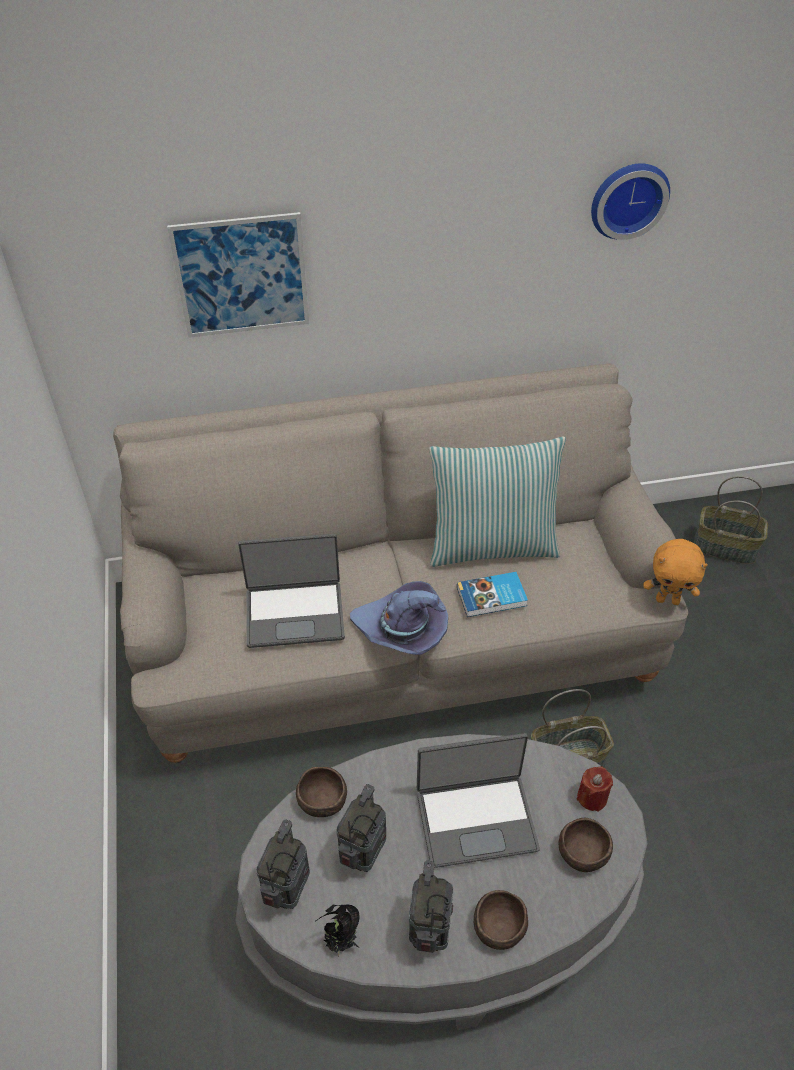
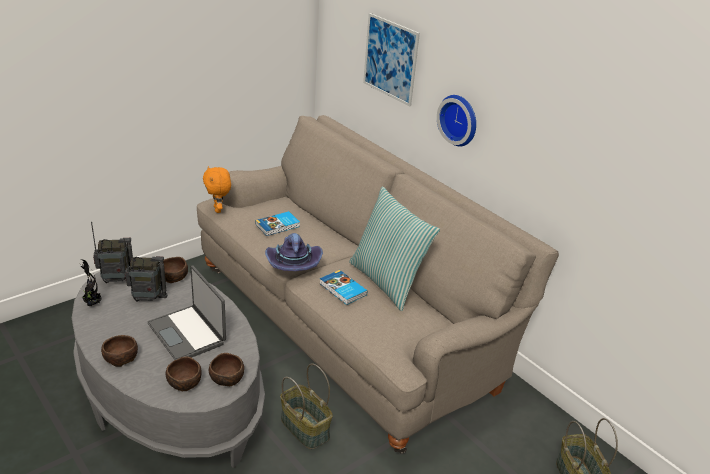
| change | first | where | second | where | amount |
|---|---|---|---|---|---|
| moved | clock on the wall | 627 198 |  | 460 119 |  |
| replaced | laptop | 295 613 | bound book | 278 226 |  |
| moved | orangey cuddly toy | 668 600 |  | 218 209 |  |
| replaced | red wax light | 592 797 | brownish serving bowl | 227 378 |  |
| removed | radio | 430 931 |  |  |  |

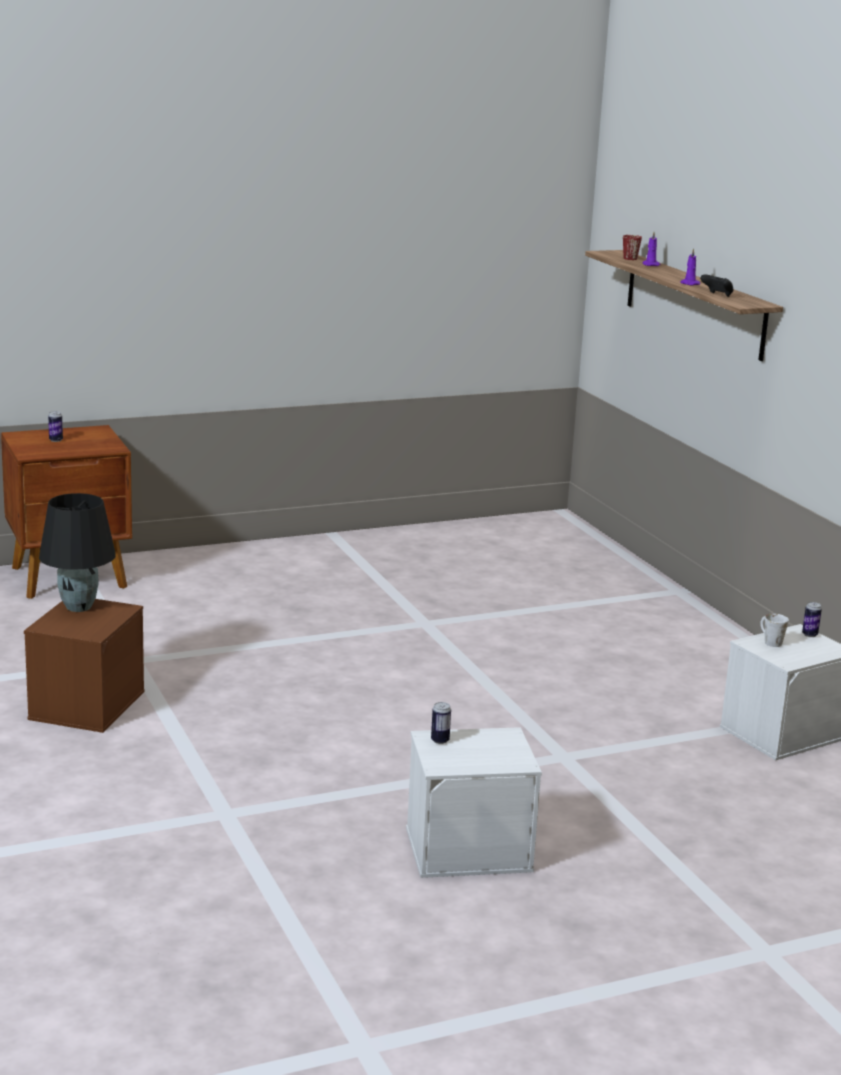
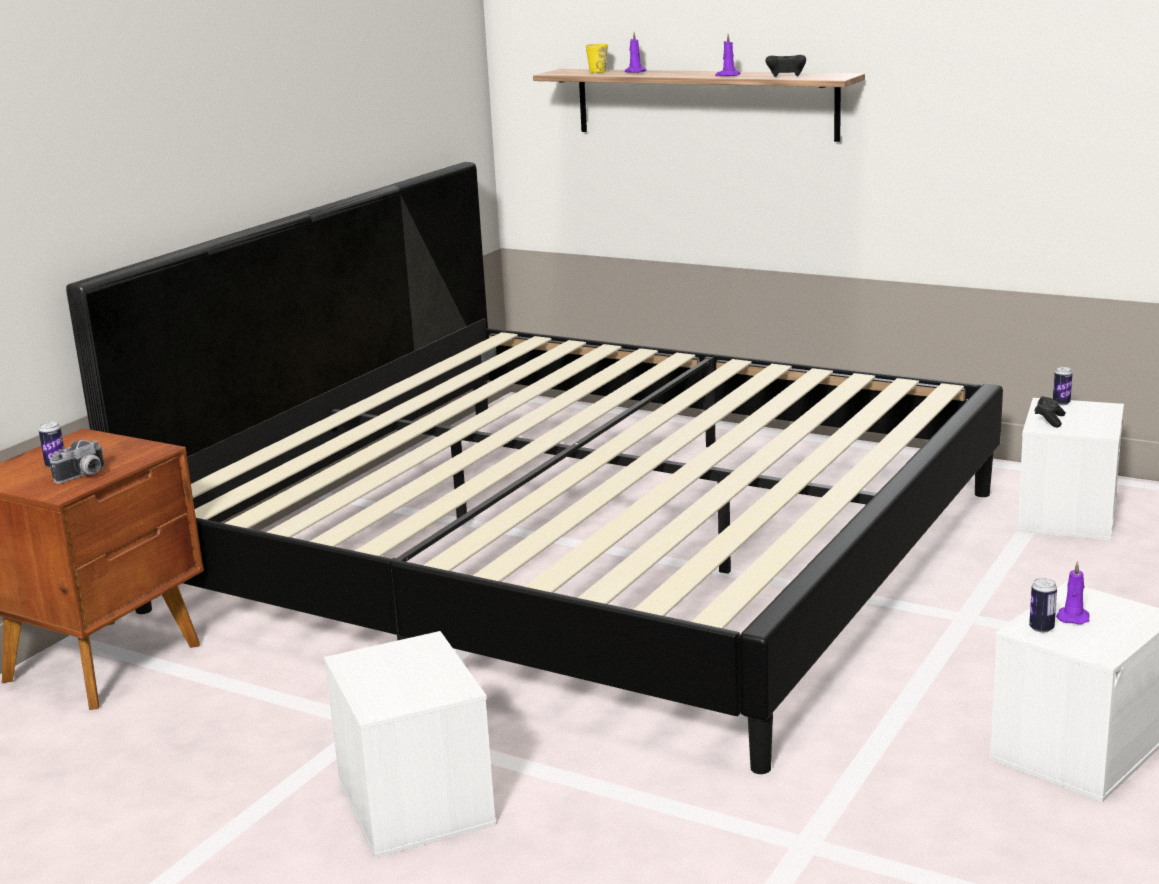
| change | first | where | second | where | amount |
|---|---|---|---|---|---|
| recoloured | red tea mug | 631 258 | yellow tea mug | 595 71 |  |
| removed | black table lamp | 79 607 |  |  |  |
| recoloured | brownish storage box | 86 704 | whitish storage box | 412 801 |  |
| replaced | whitish tea mug | 769 641 | black game controller | 1049 420 |  |
| added |  |  | bedroom bed | 584 548 |  |
| added |  |  | still camera | 84 476 |  |
| added |  |  | purple wax light | 1073 617 |  |

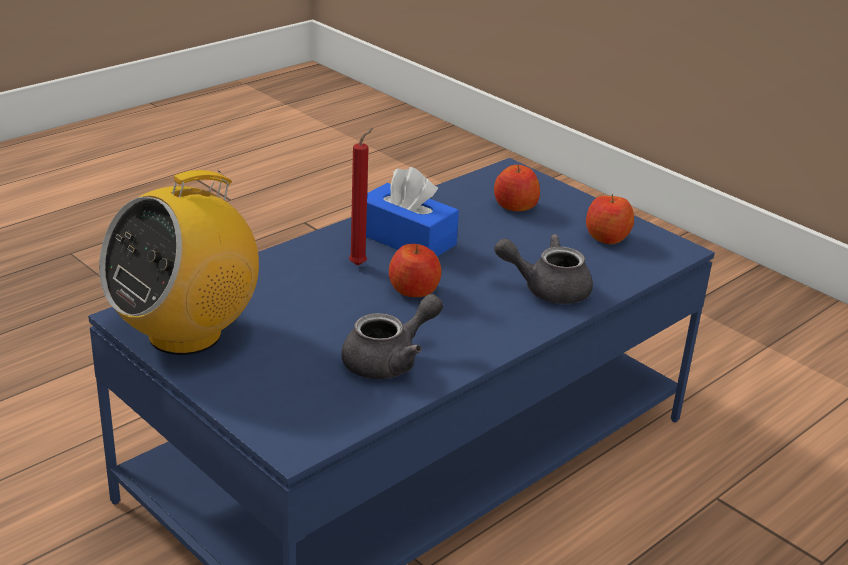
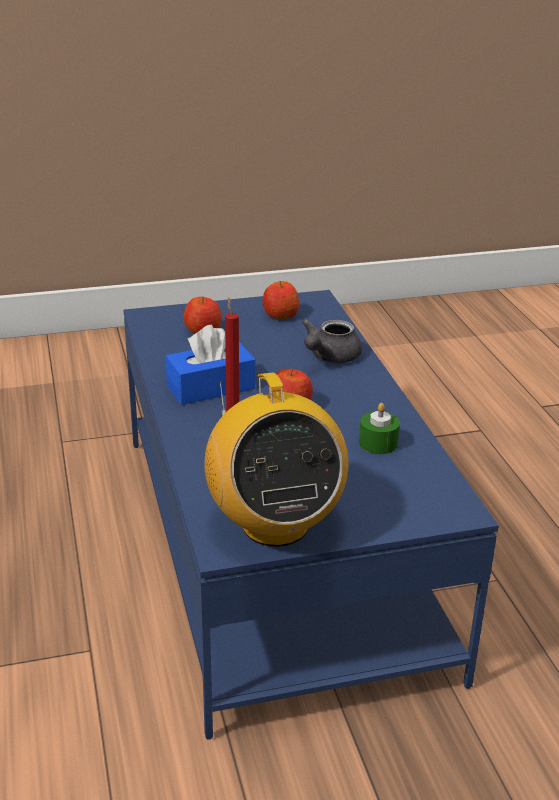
| change | first | where | second | where | amount |
|---|---|---|---|---|---|
| replaced | greyish pot for tea | 390 360 | green-coloured wax light | 378 443 |  |

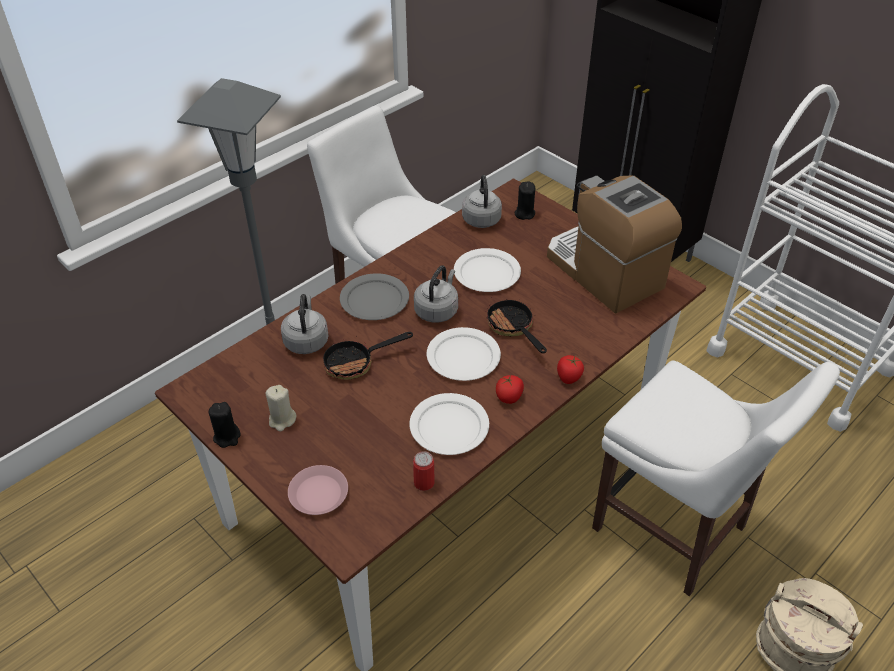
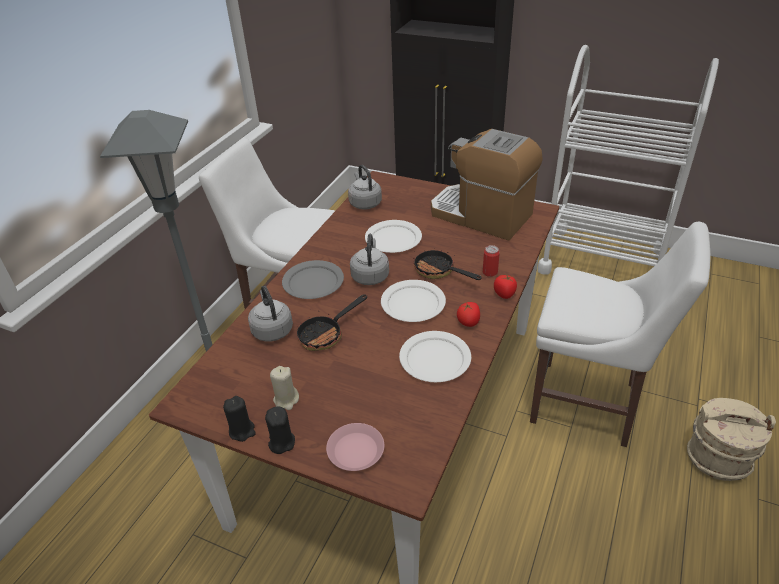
| change | first | where | second | where | amount |
|---|---|---|---|---|---|
| moved | black wax light | 524 213 |  | 281 442 |  |
| moved | sealed can | 424 483 |  | 490 272 |  |

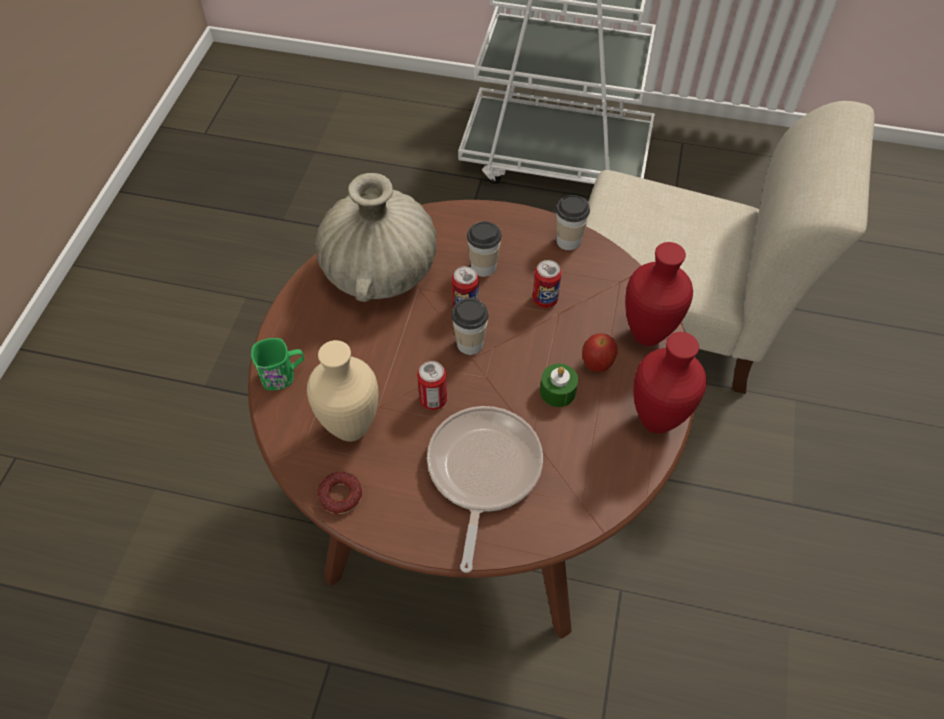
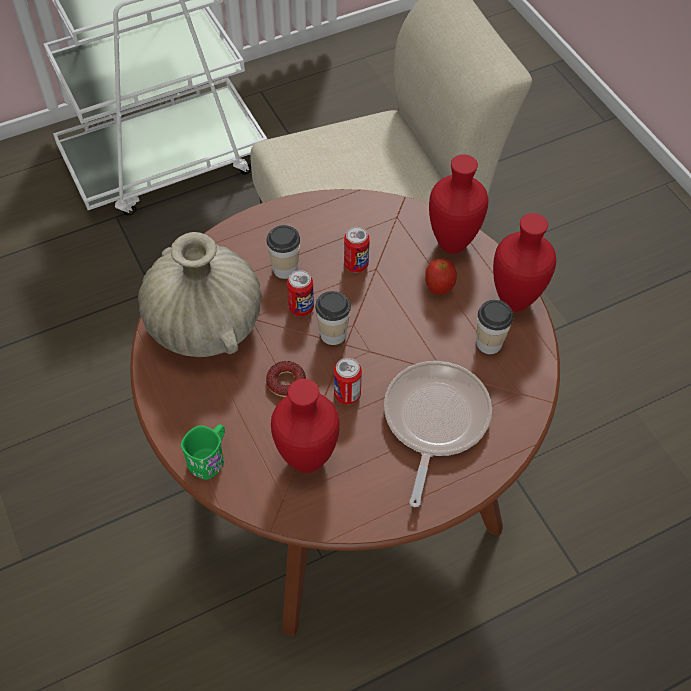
| change | first | where | second | where | amount |
|---|---|---|---|---|---|
| moved | cup | 568 241 |  | 489 343 |  |
| recoloured | sand-coloured decorative vase | 351 426 | red decorative vase | 305 458 |  |
| removed | green-coloured wax light | 557 391 |  |  |  |
| turned | skillet | 482 472 |  | 434 421 | 45 degrees clockwise |
| moved | ring doughnut | 340 495 |  | 286 382 |  |

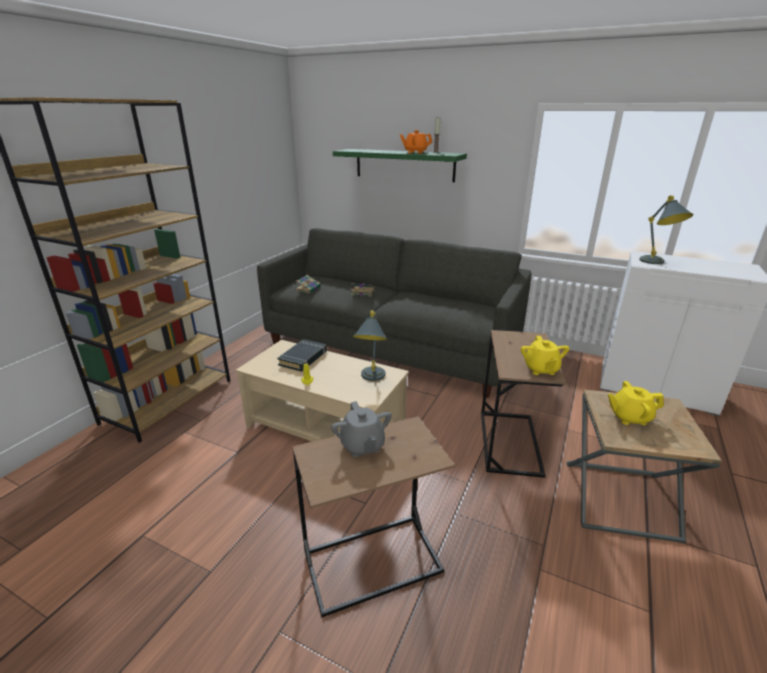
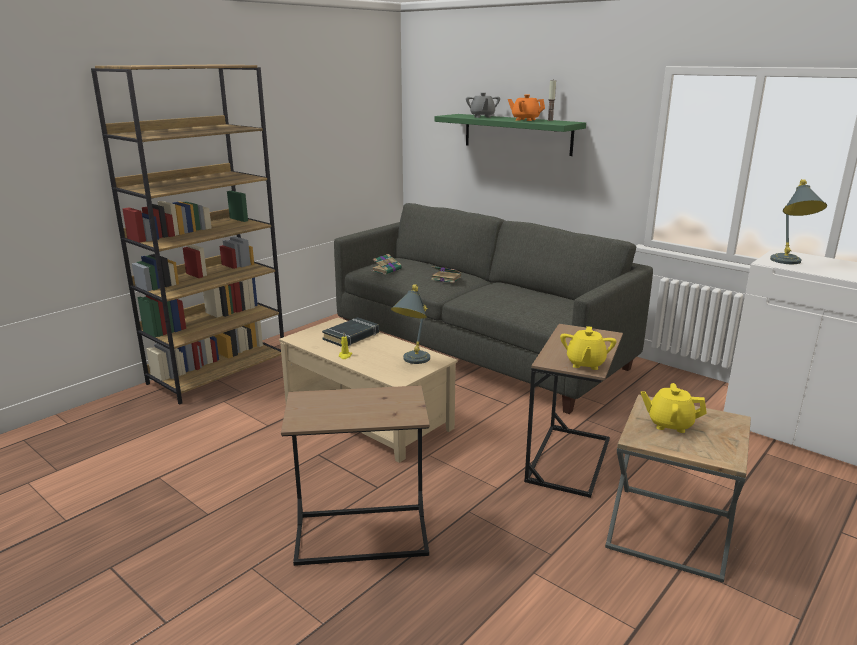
| change | first | where | second | where | amount |
|---|---|---|---|---|---|
| moved | greyish pot for tea | 362 445 |  | 482 117 |  |

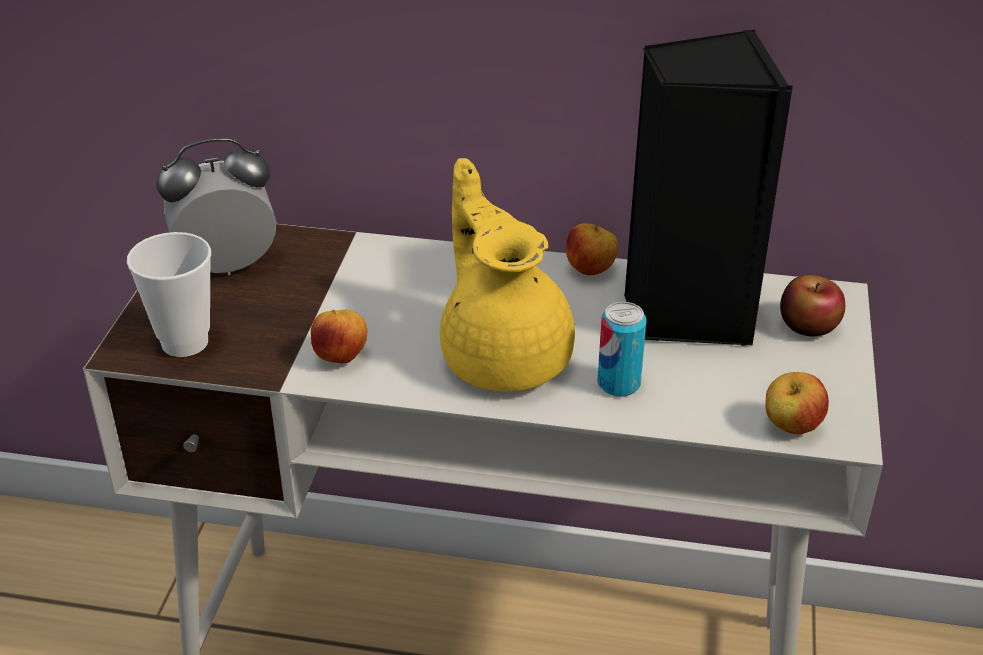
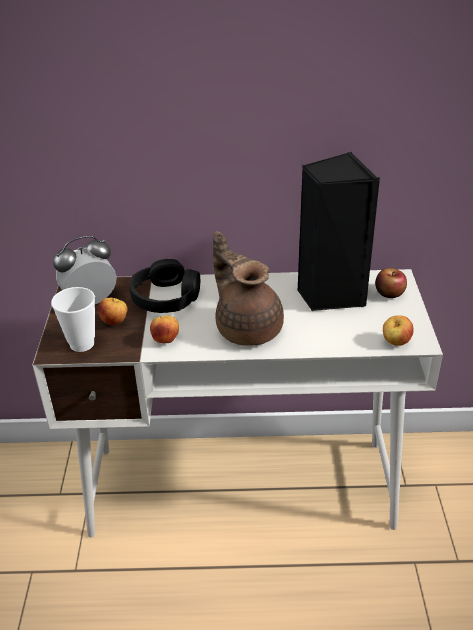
| change | first | where | second | where | amount |
|---|---|---|---|---|---|
| recoloured | yellow pot for tea | 504 355 | brownish pot for tea | 247 327 |  |
| moved | apple fruit | 591 271 |  | 115 322 |  |
| removed | sealed can | 618 384 |  |  |  |
| added |  |  | black pair of headphones | 166 297 |  |

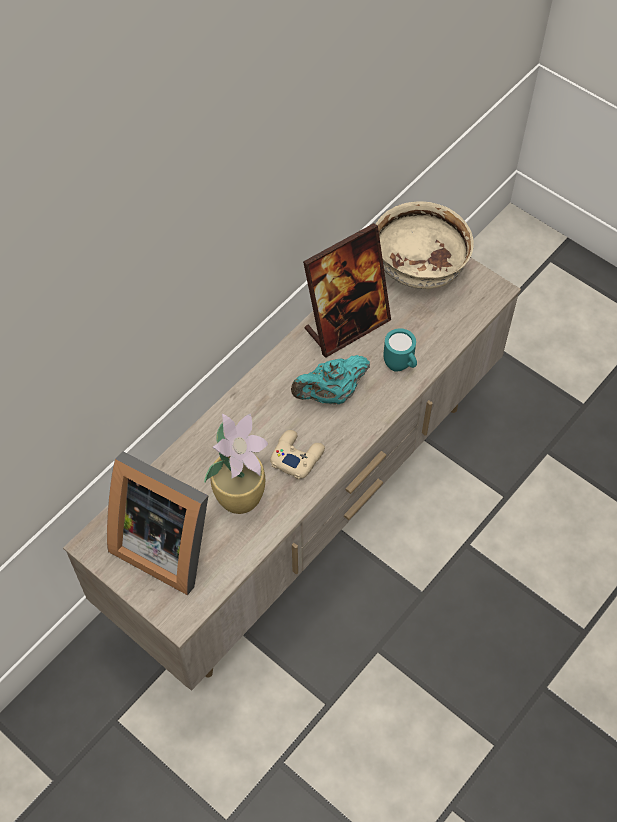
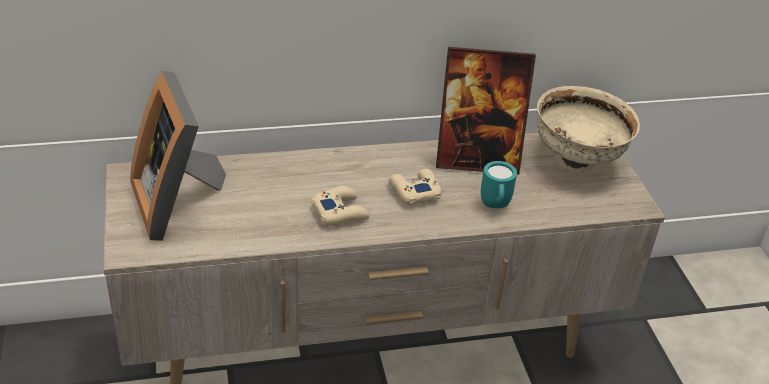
| change | first | where | second | where | amount |
|---|---|---|---|---|---|
| replaced | turquoise pot for tea | 330 394 | sand-coloured game controller | 414 191 |  |
| removed | plant in a pot | 241 494 |  |  |  |

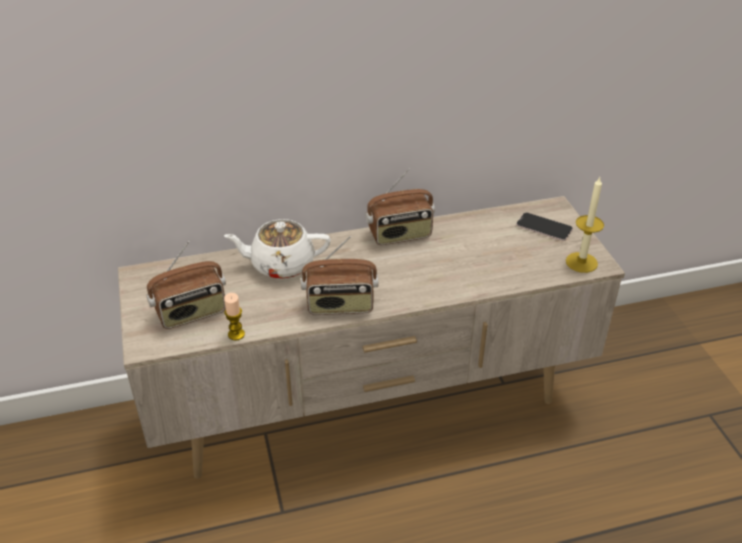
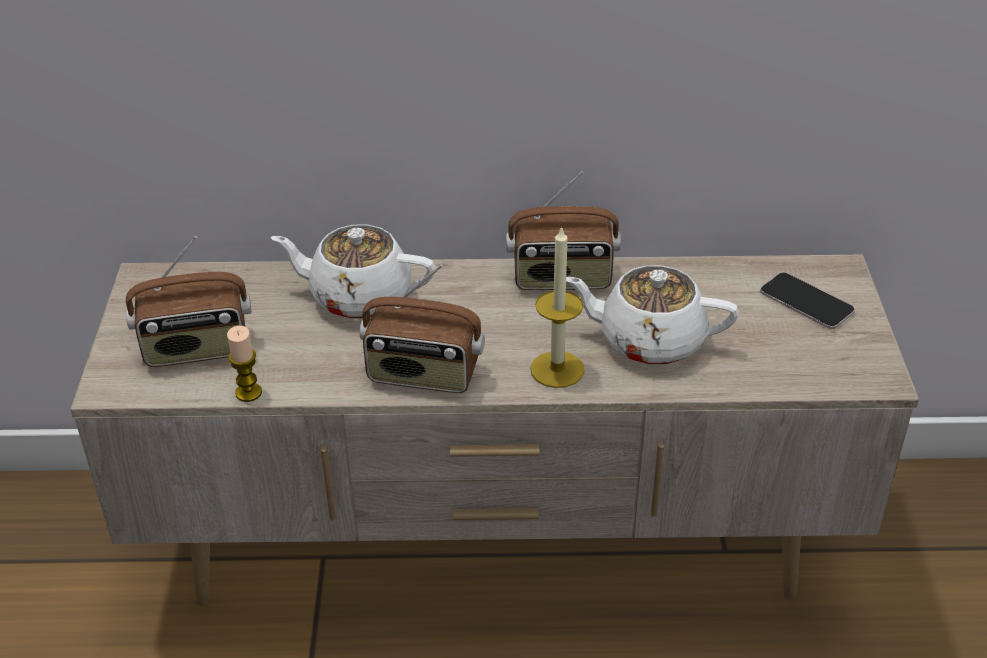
| change | first | where | second | where | amount |
|---|---|---|---|---|---|
| moved | wax light | 581 262 |  | 557 369 |  |
| added |  |  | whitish pot for tea | 649 340 |  |

